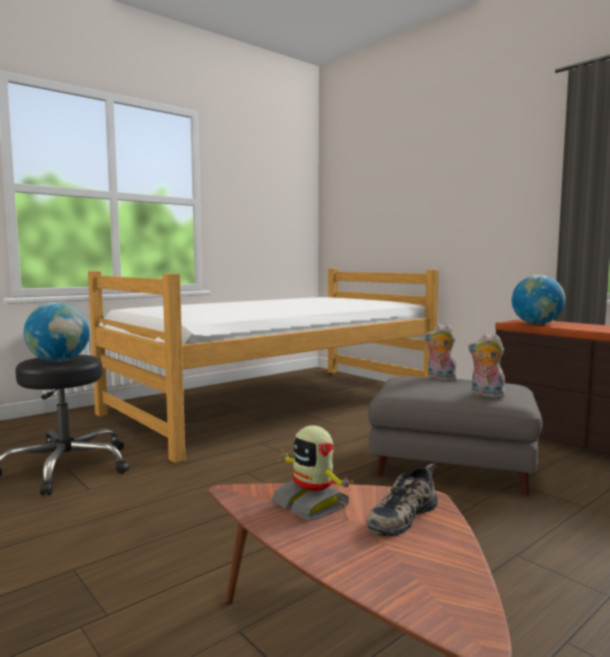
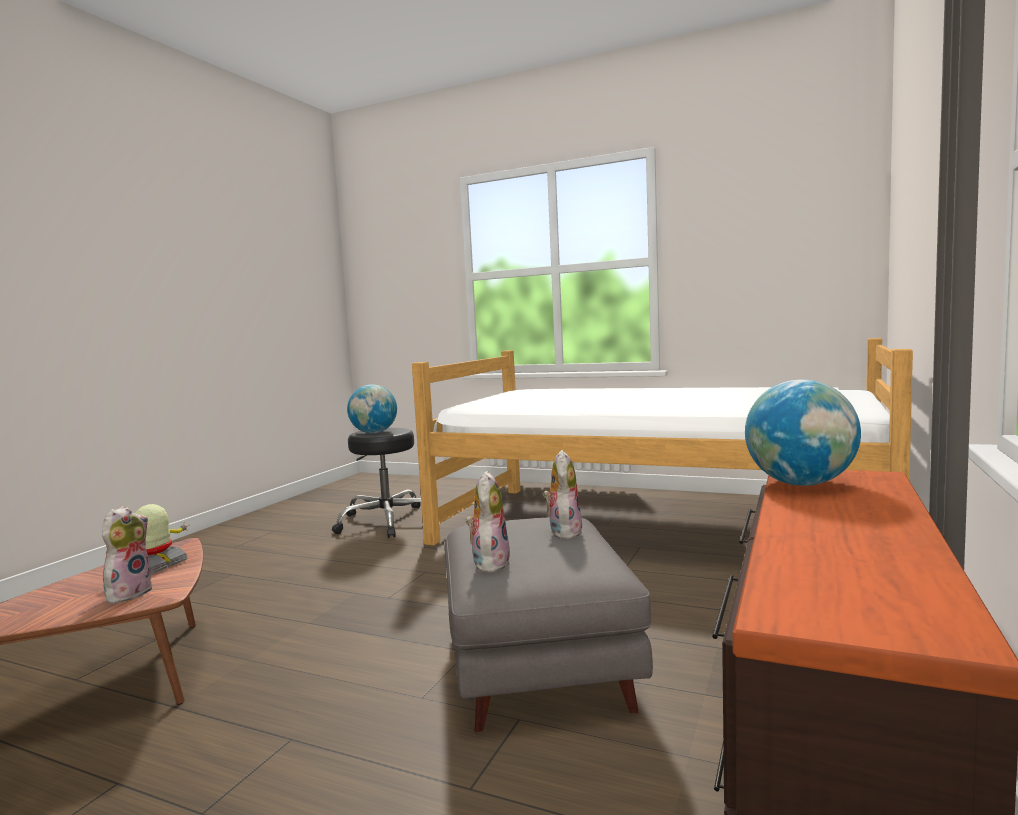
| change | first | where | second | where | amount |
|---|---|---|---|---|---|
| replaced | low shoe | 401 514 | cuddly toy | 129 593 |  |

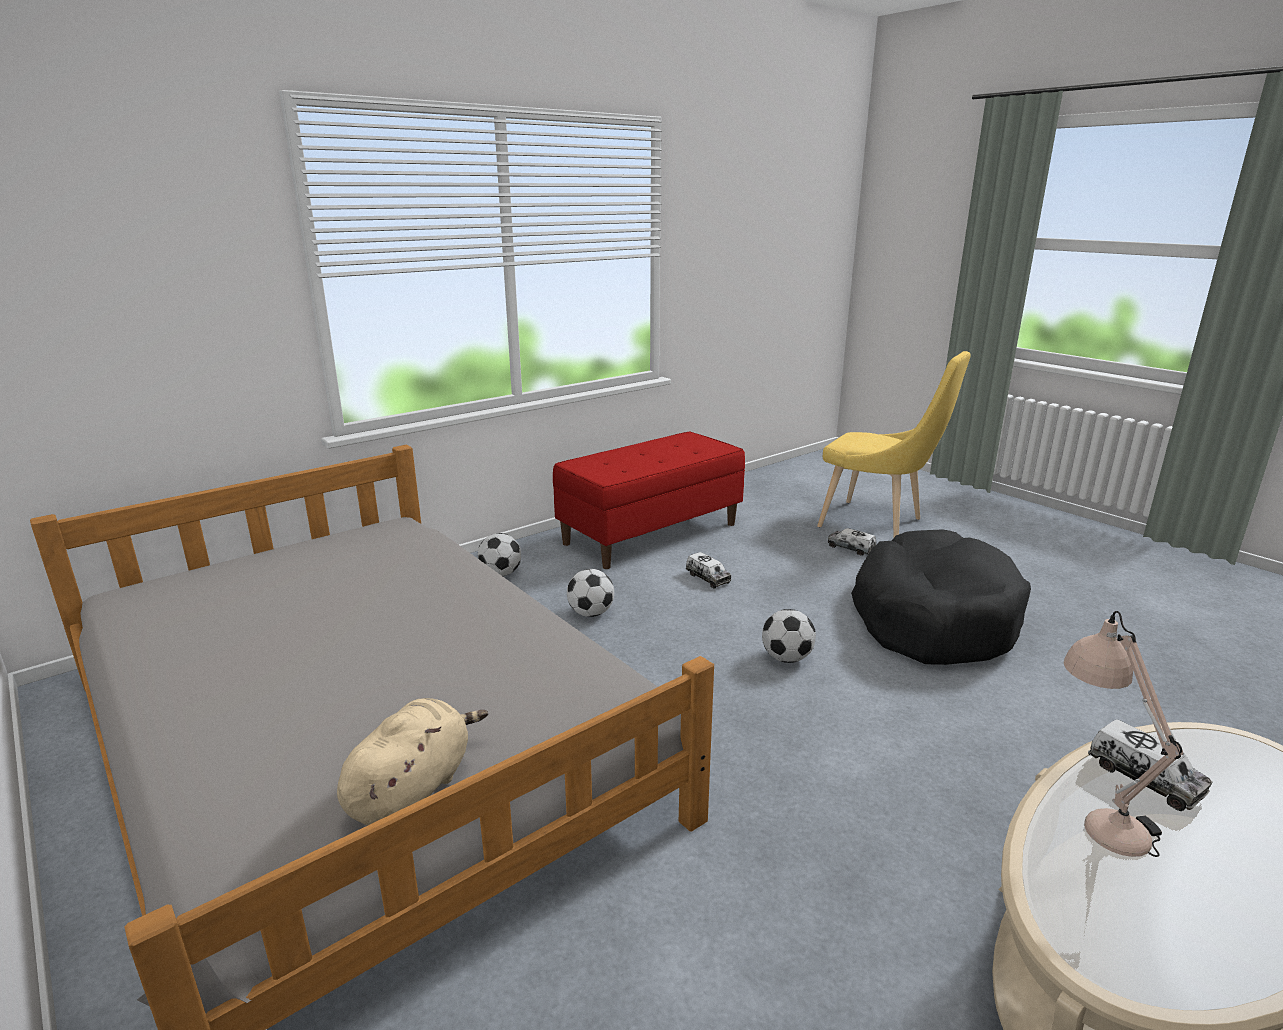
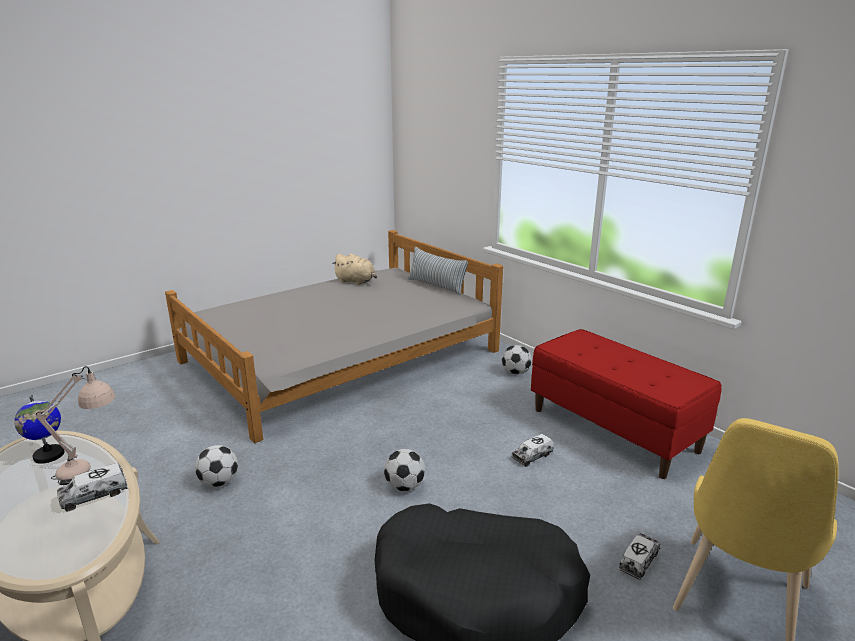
| change | first | where | second | where | amount |
|---|---|---|---|---|---|
| moved | football | 590 613 |  | 219 482 |  |
| moved | sand-coloured cuddly toy | 413 789 |  | 356 281 |  |
| added |  |  | pillow | 436 286 |  |
| added |  |  | world globe | 48 455 |  |

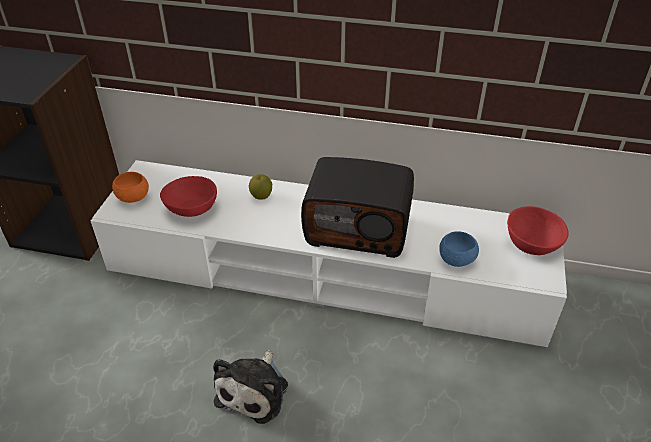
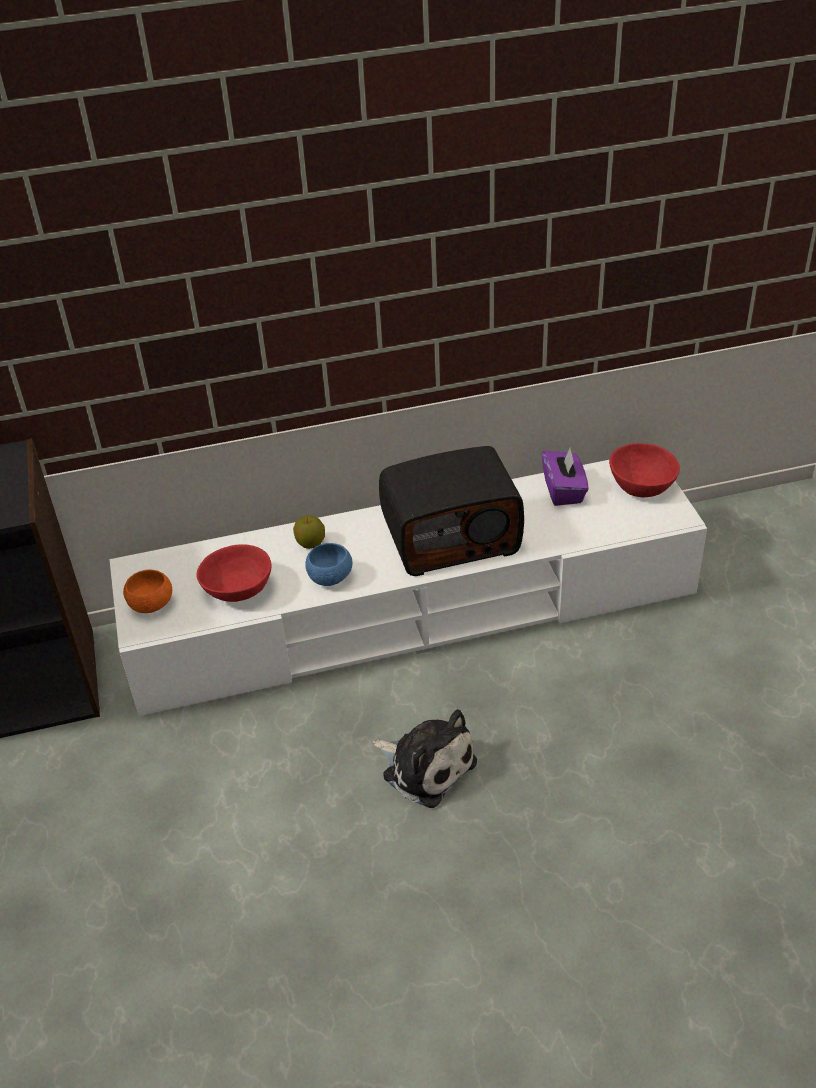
| change | first | where | second | where | amount |
|---|---|---|---|---|---|
| moved | blue serving bowl | 456 260 |  | 330 578 |  |
| turned | cuddly toy | 254 390 |  | 425 766 | 45 degrees counterclockwise |
| added |  |  | purple box of tissues | 564 490 |  |

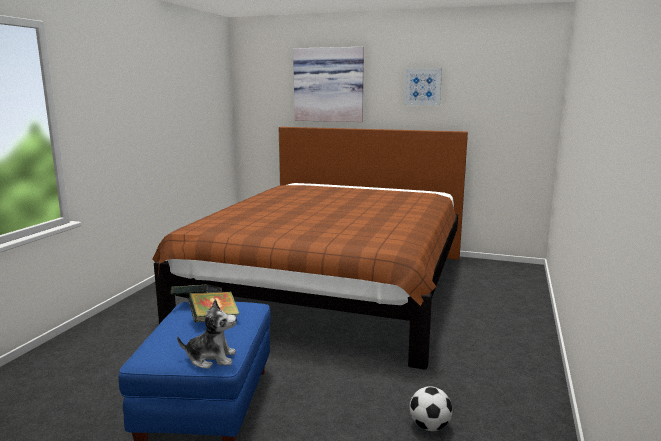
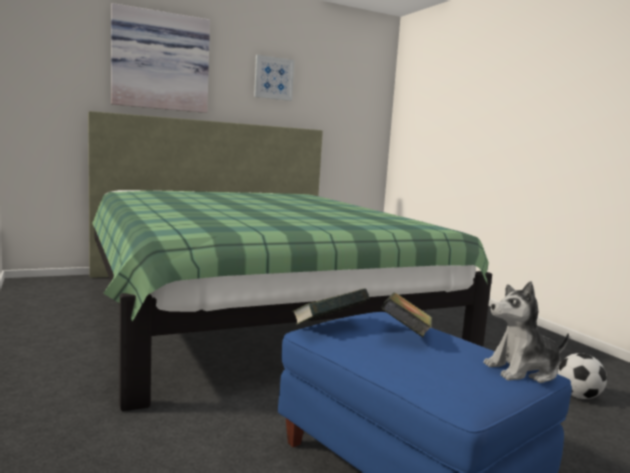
| change | first | where | second | where | amount |
|---|---|---|---|---|---|
| recoloured | brownish bedroom bed | 332 286 | green-coloured bedroom bed | 253 310 |  |
| turned | cuddly toy | 211 358 |  | 523 370 | 150 degrees counterclockwise |

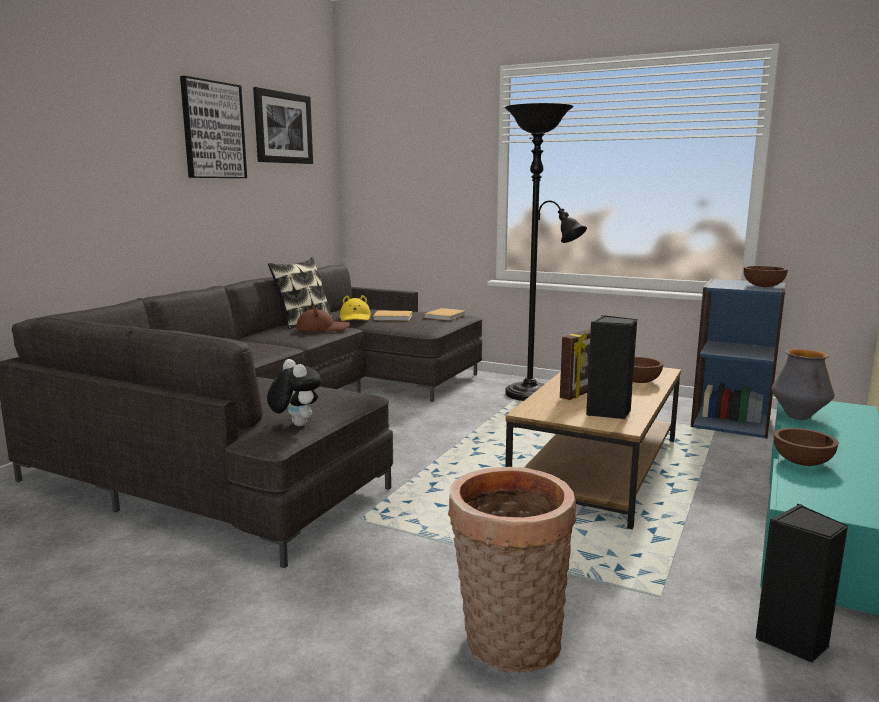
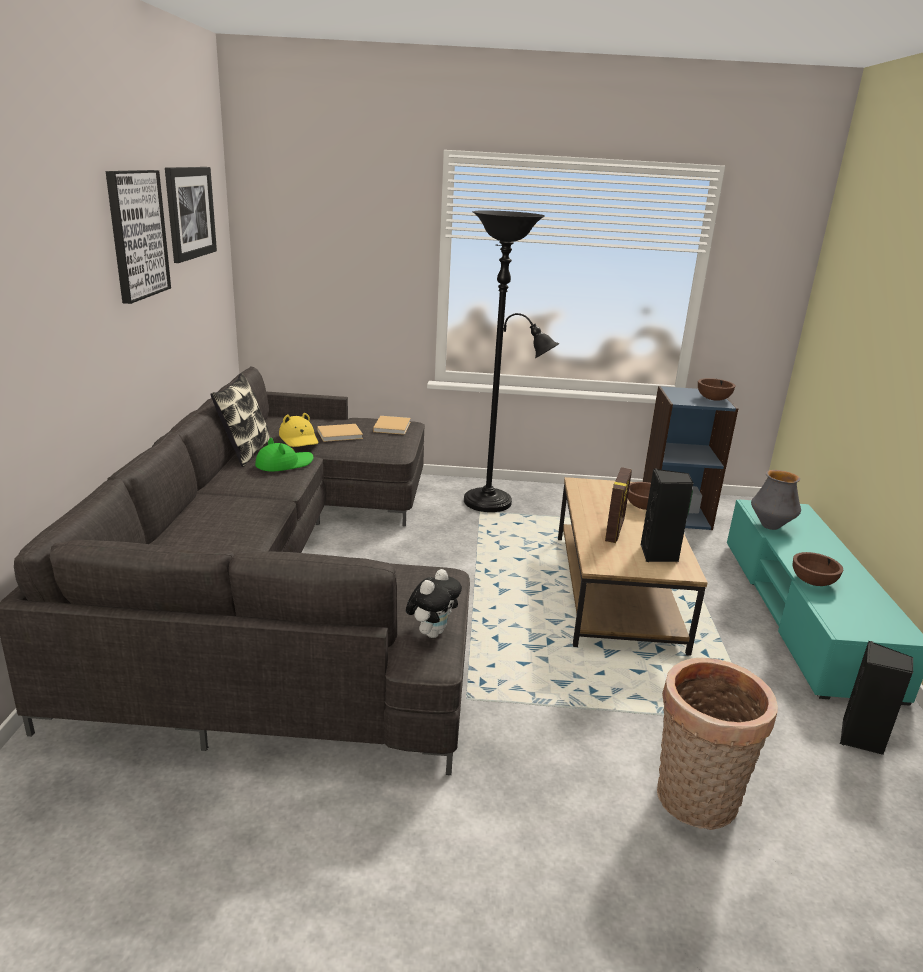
| change | first | where | second | where | amount |
|---|---|---|---|---|---|
| recoloured | brownish hat | 322 329 | green-coloured hat | 284 464 |  |
| turned | cuddly toy | 295 424 |  | 432 632 | 90 degrees clockwise |

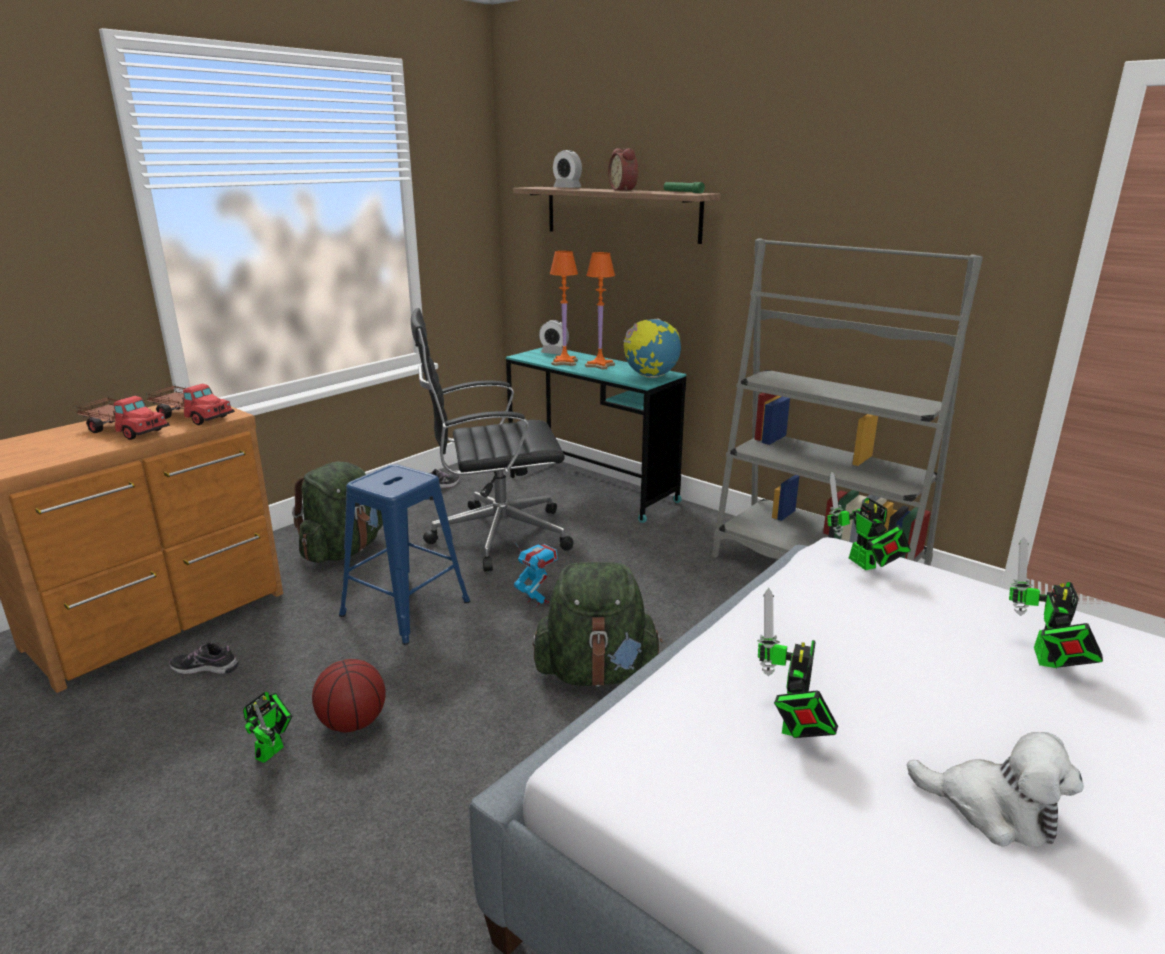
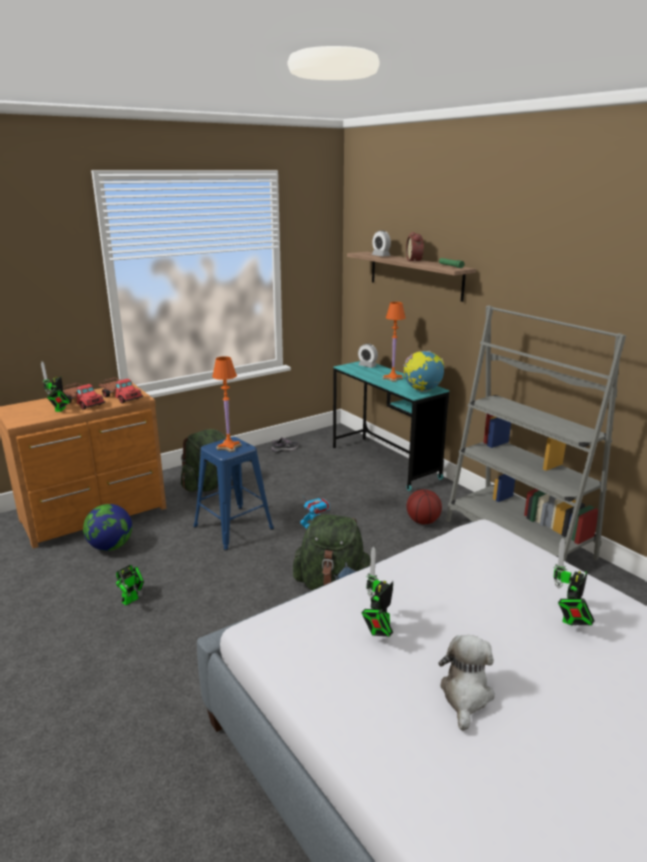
| change | first | where | second | where | amount |
|---|---|---|---|---|---|
| moved | orangey table lamp | 564 362 |  | 228 447 |  |
| removed | black computer chair | 496 536 |  |  |  |
| moved | robot figure | 865 565 |  | 59 410 |  |
| replaced | low shoe | 205 668 | world globe | 111 546 |  |
| moved | basketball | 352 723 |  | 422 521 |  |
| turned | cuddly toy | 993 810 |  | 465 695 | 120 degrees counterclockwise |

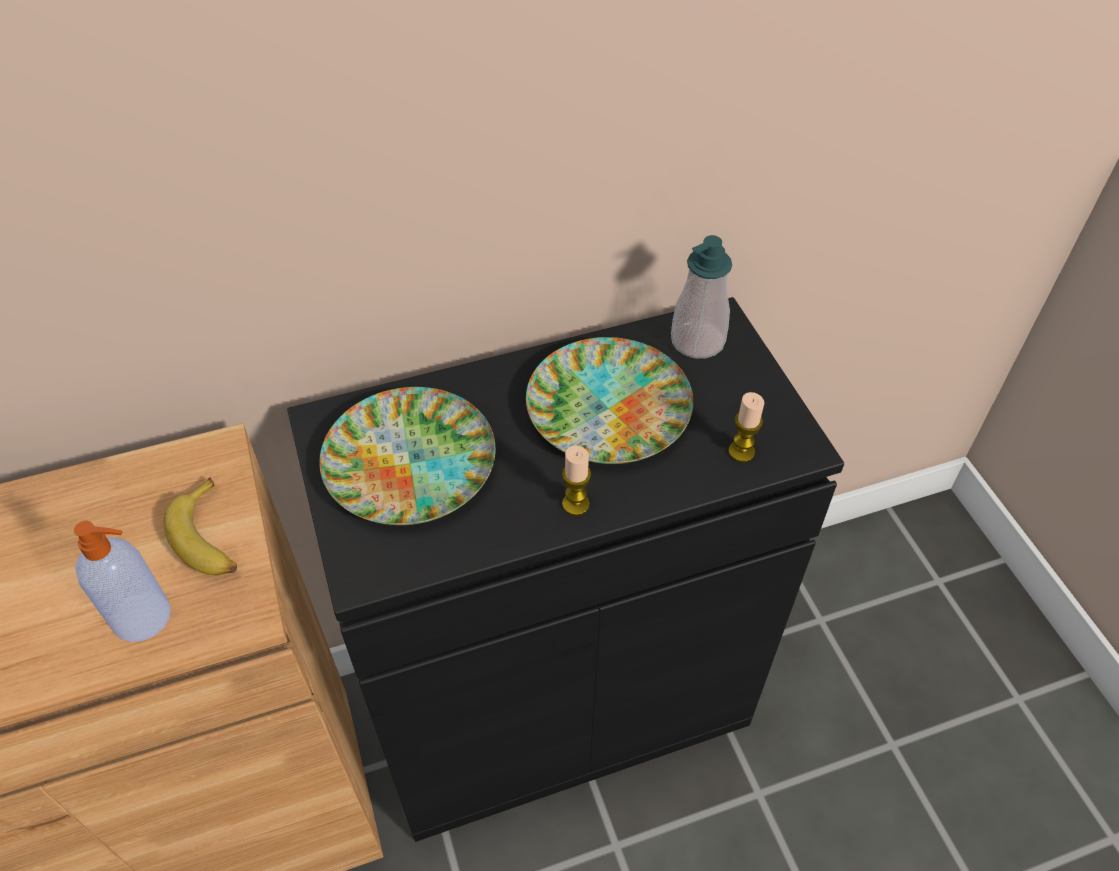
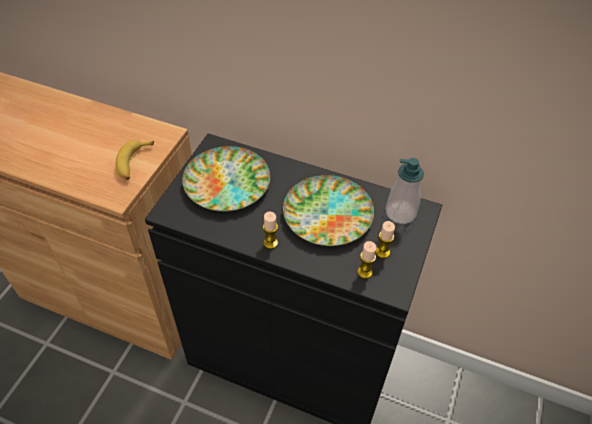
| change | first | where | second | where | amount |
|---|---|---|---|---|---|
| removed | liquid soap bottle | 144 617 |  |  |  |
| added |  |  | wax light | 382 252 |  |

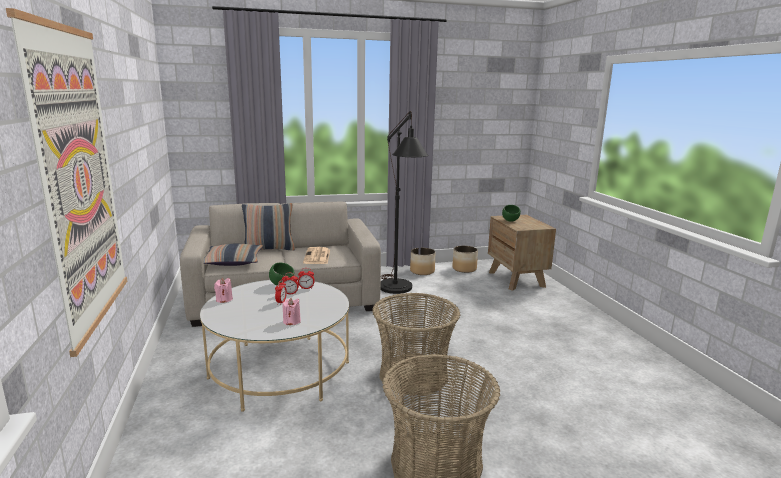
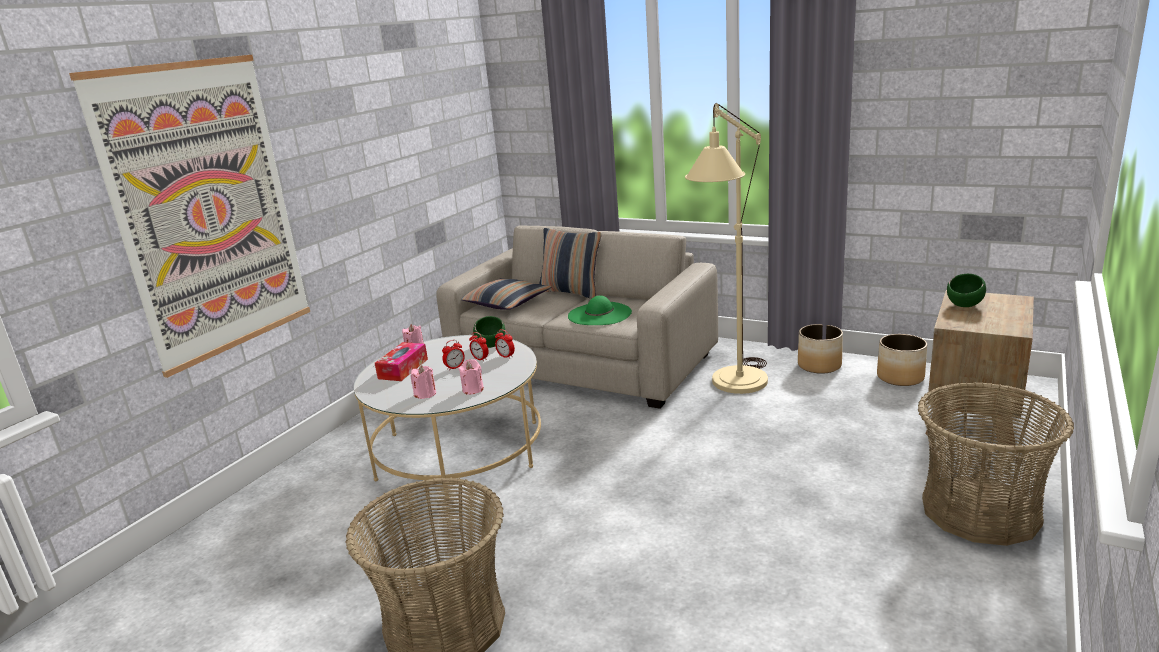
| change | first | where | second | where | amount |
|---|---|---|---|---|---|
| recoloured | black standard lamp | 397 291 | sand-coloured standard lamp | 734 388 |  |
| replaced | daily paper | 317 256 | green-coloured hat | 599 314 |  |
| moved | basket | 413 375 |  | 980 511 |  |
| added |  |  | box of tissues | 403 369 |  |
| added |  |  | pink wax light | 473 389 |  |

